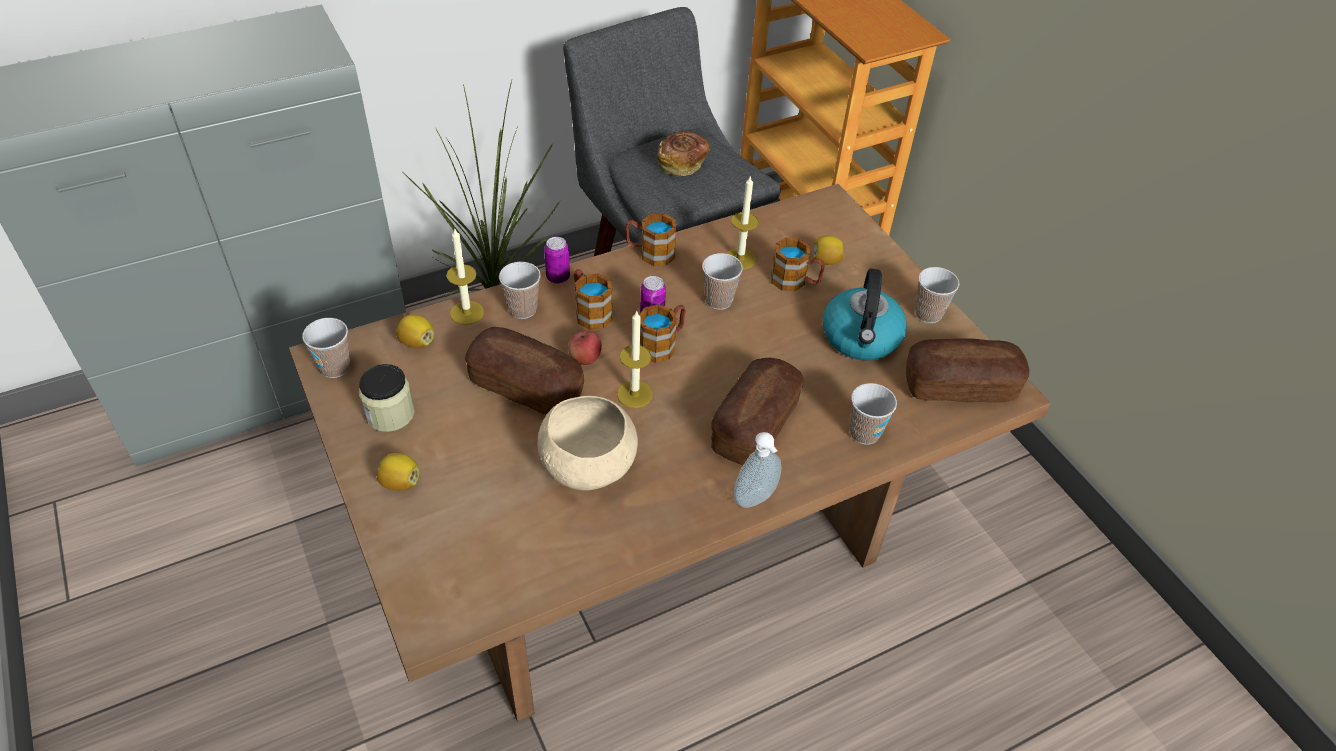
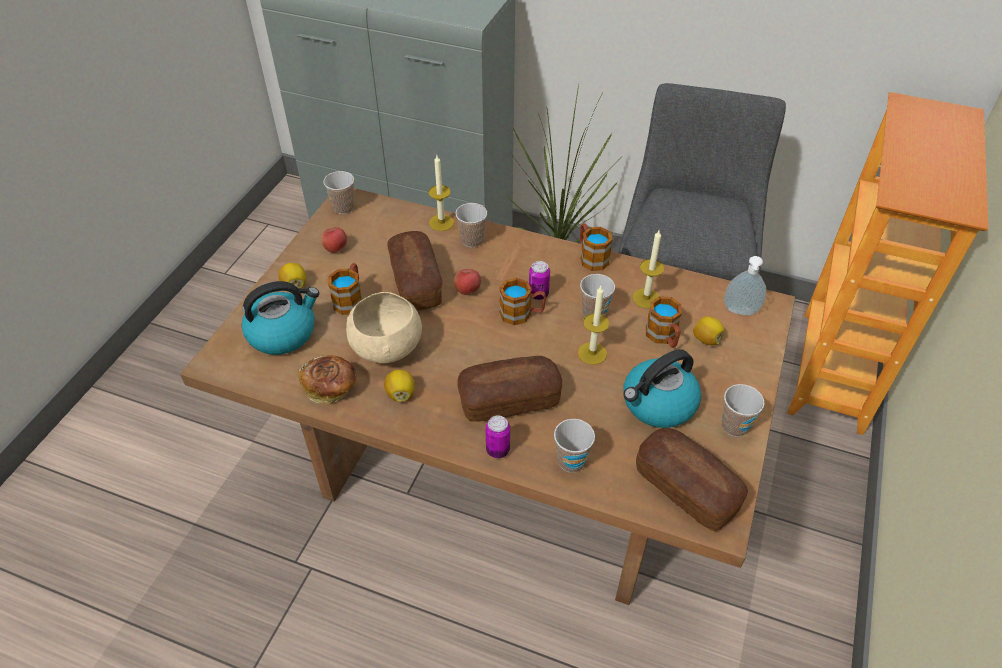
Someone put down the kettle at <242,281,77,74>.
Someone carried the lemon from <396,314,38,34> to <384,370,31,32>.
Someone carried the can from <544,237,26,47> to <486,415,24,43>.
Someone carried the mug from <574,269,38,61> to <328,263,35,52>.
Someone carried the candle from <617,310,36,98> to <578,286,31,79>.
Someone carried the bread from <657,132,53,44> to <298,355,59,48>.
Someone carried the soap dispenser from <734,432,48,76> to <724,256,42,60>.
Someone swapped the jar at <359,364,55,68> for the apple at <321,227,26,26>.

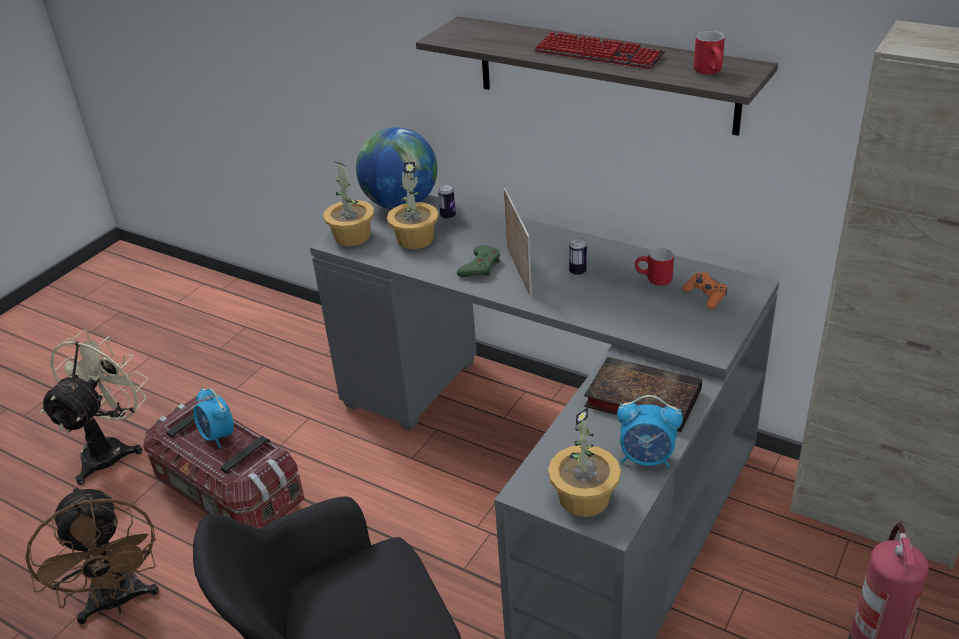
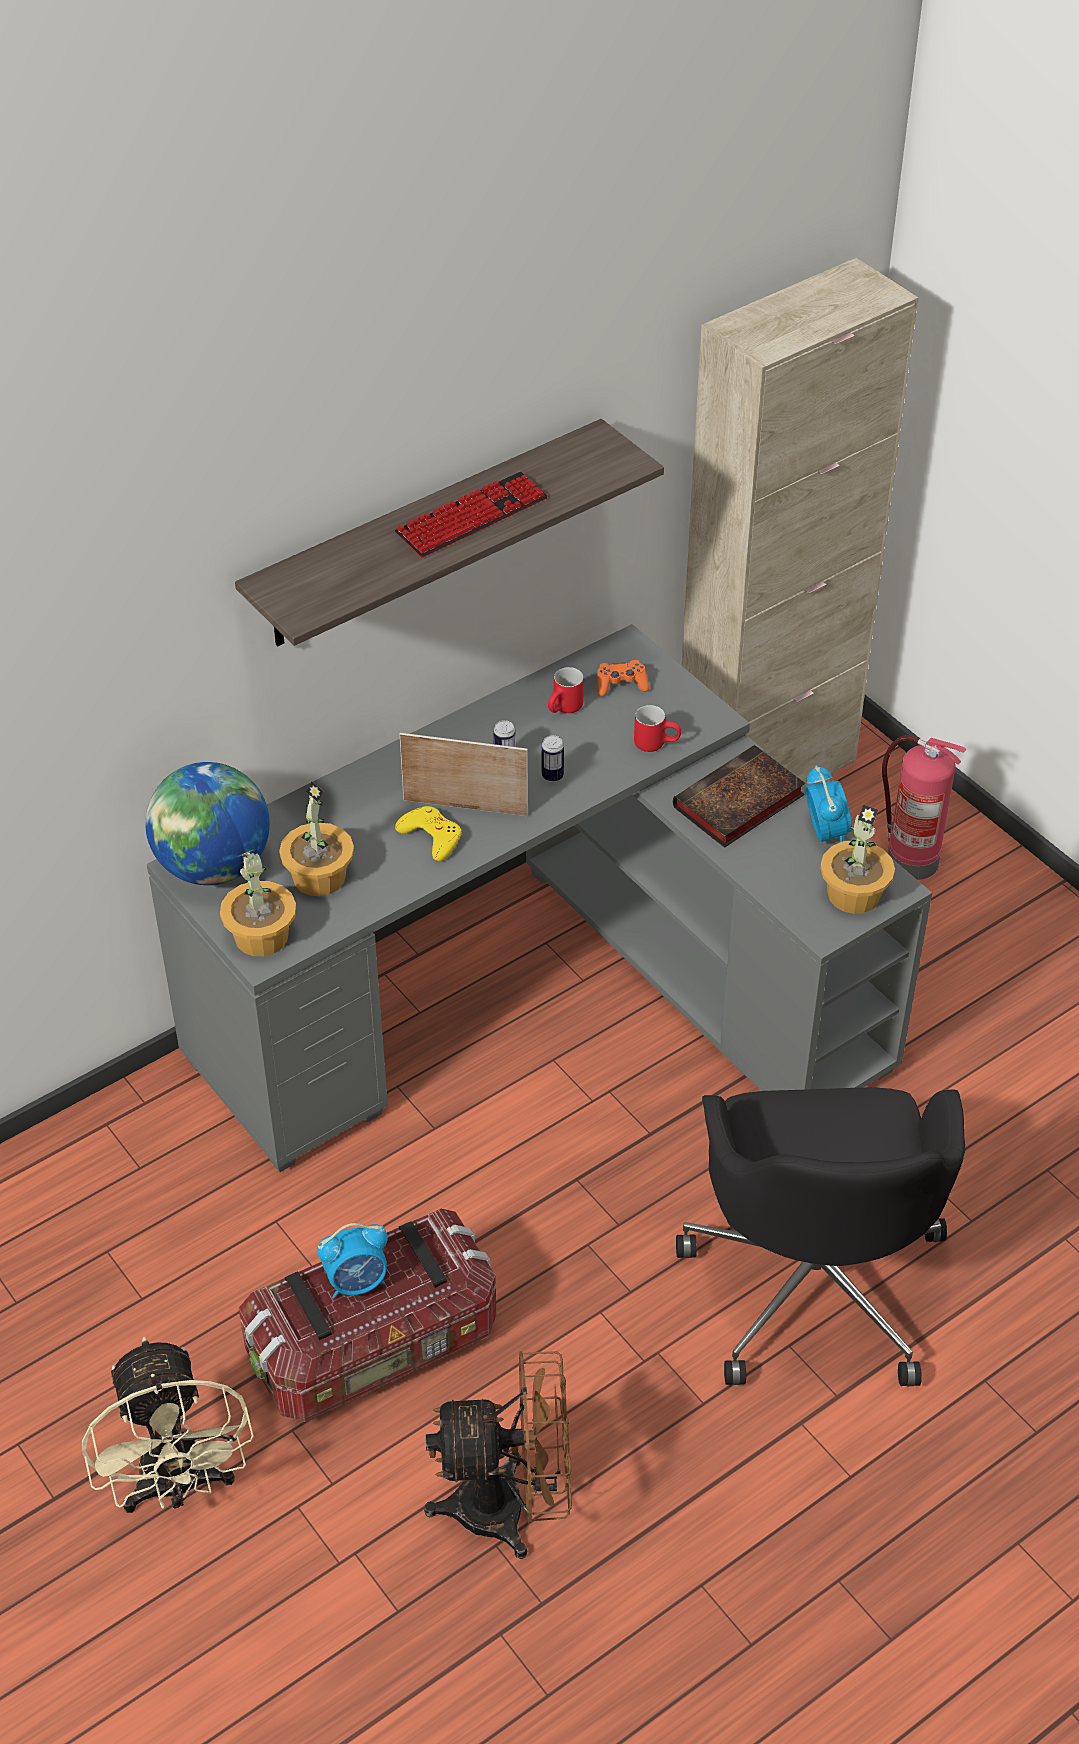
Someone carried the can from <438,185,18,35> to <542,735,22,47>.
Someone carried the red mug from <694,31,31,43> to <634,705,47,47>.
Someone repainted the green game controller at <457,245,43,32>, which became the yellow game controller at <395,806,66,56>.
Someone rotated the beige fan at <40,330,108,155> by 150 degrees counterclockwise.
Someone rotated the alarm clock at <617,395,66,73> by 45 degrees counterclockwise.

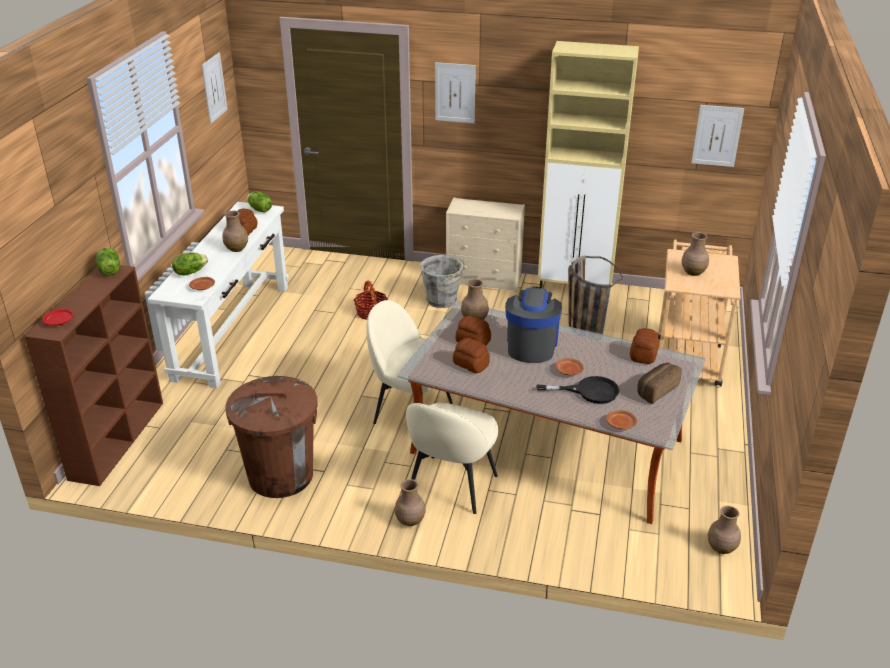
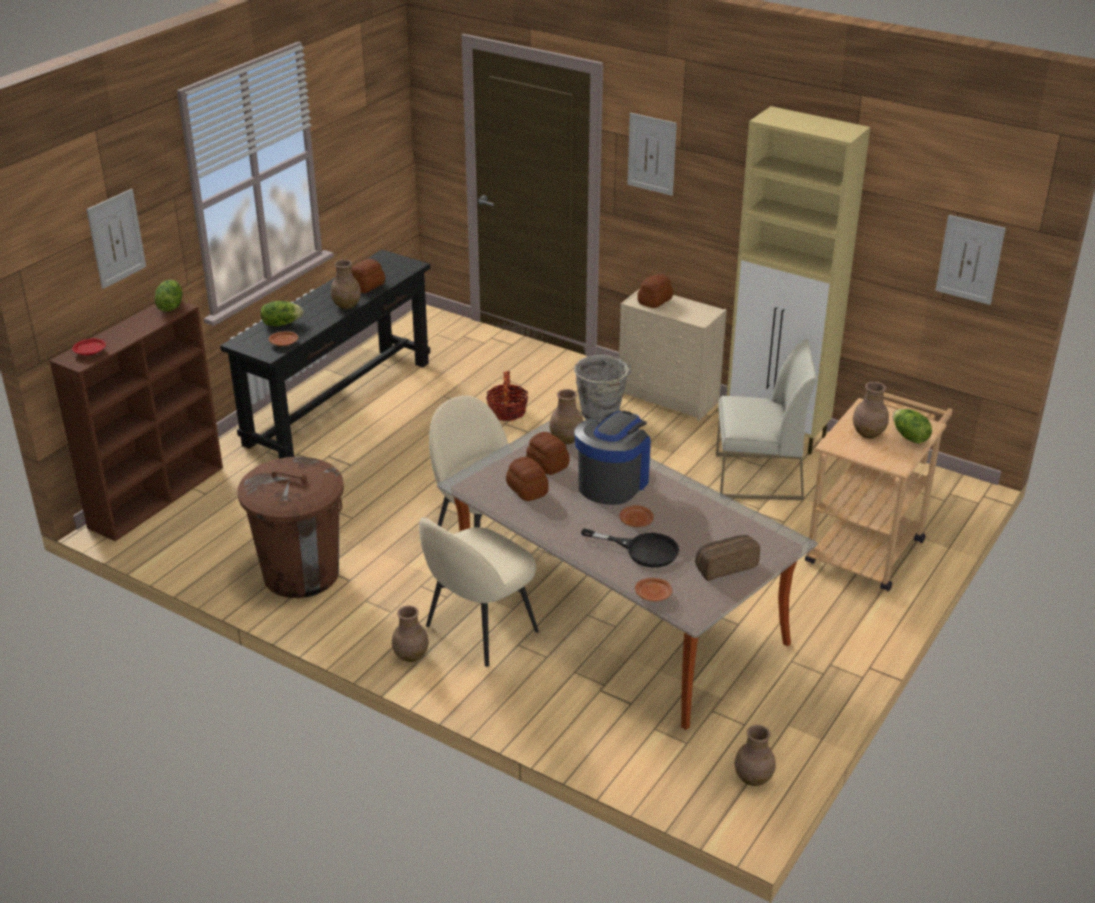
Someone carried the picture from <202,52,26,72> to <86,189,60,100>.
Someone carried the lettuce from <247,192,25,20> to <893,409,39,35>.
Someone carried the bread from <630,328,30,36> to <637,274,36,34>.
Someone swapped the basket at <568,255,55,79> for the white chair at <716,339,100,161>.
Someone repainted the white console table at <147,202,142,186>, which became the black console table at <220,250,210,209>.

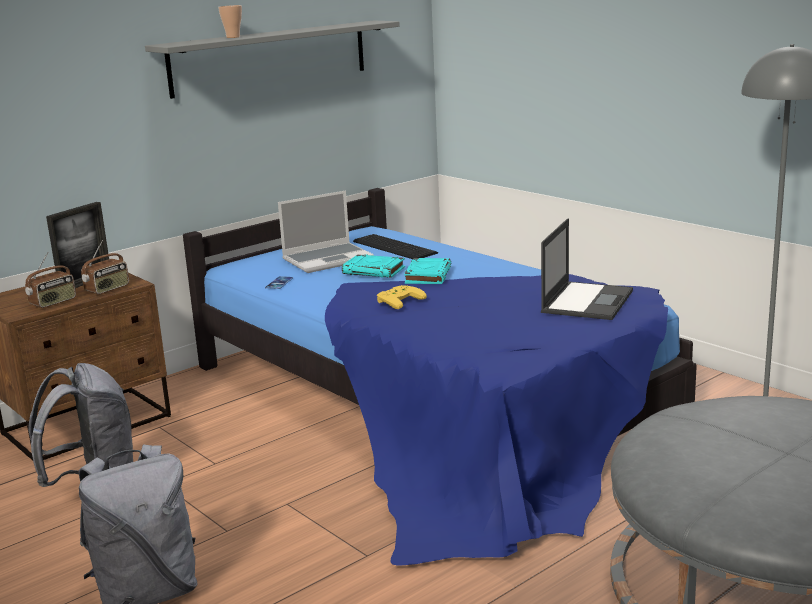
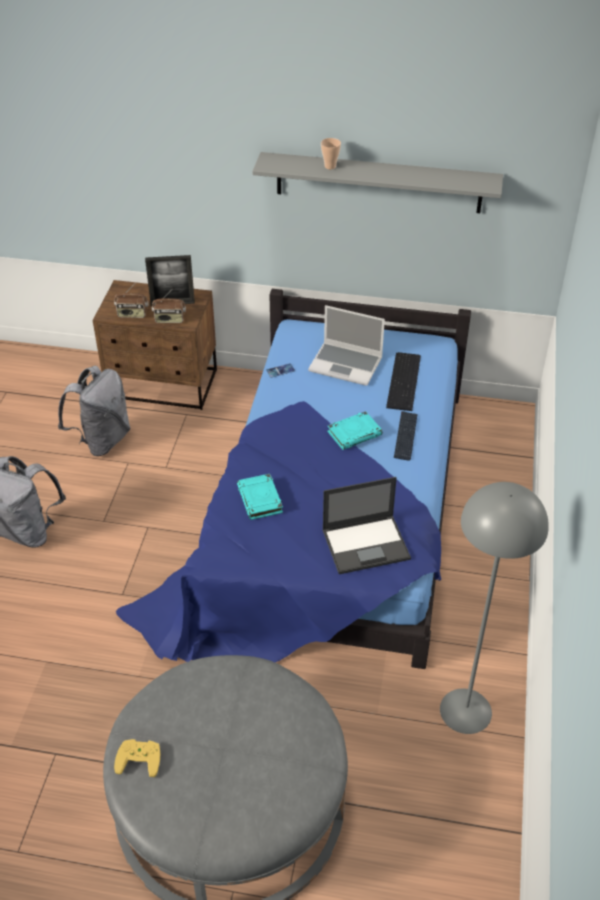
Someone put down the keyboard at <394,411,24,50>.
Someone carried the turquoise book from <342,254,63,24> to <237,474,46,46>.
Someone carried the yellow game controller from <377,285,50,24> to <114,739,46,38>.

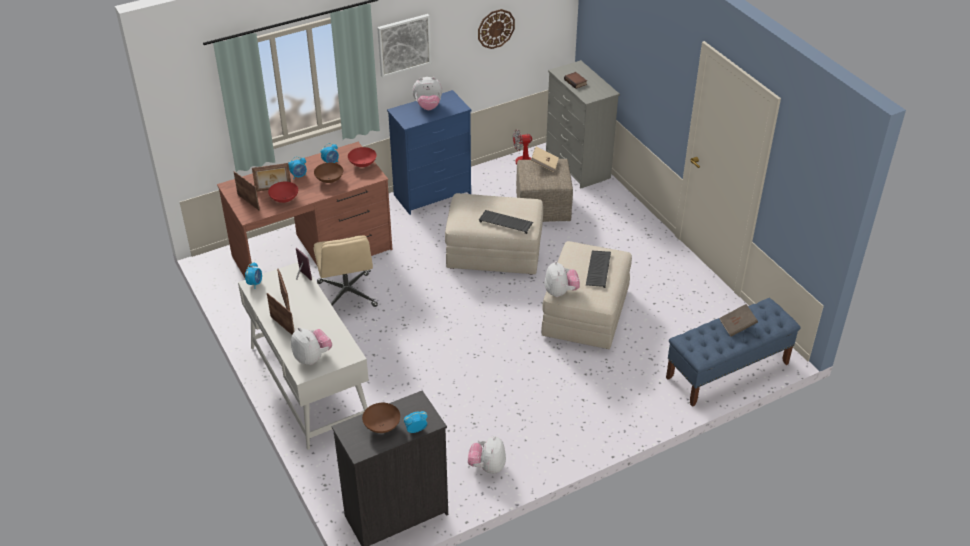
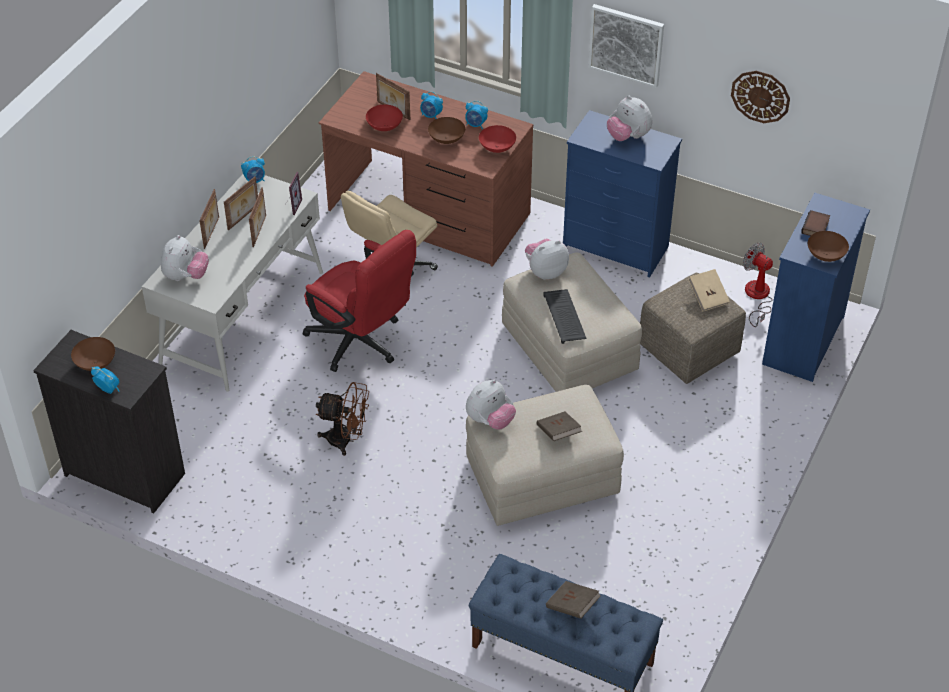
Someone put down the red office chair at <303,230,113,142>.
Someone put down the brown fan at <316,382,53,74>.
Someone put down the brown bowl at <808,231,41,31>.
Someone carried the picture frame from <233,171,27,40> to <249,187,17,60>.
Someone carried the plush toy from <468,436,38,38> to <525,238,44,41>.
Someone swapped the keyboard at <586,251,25,37> for the brown book at <537,411,45,30>.
Someone repainted the grey dresser at <546,60,74,128>, which became the blue dresser at <762,193,108,189>.

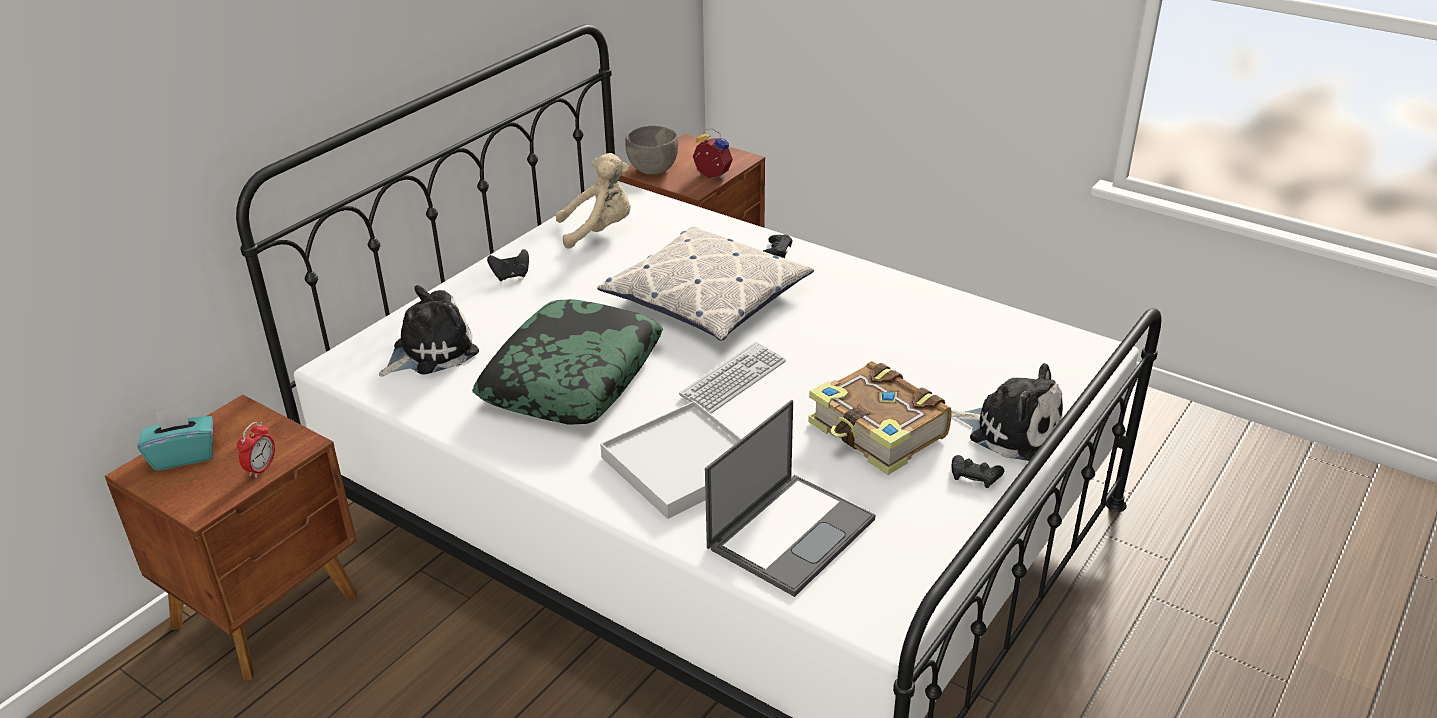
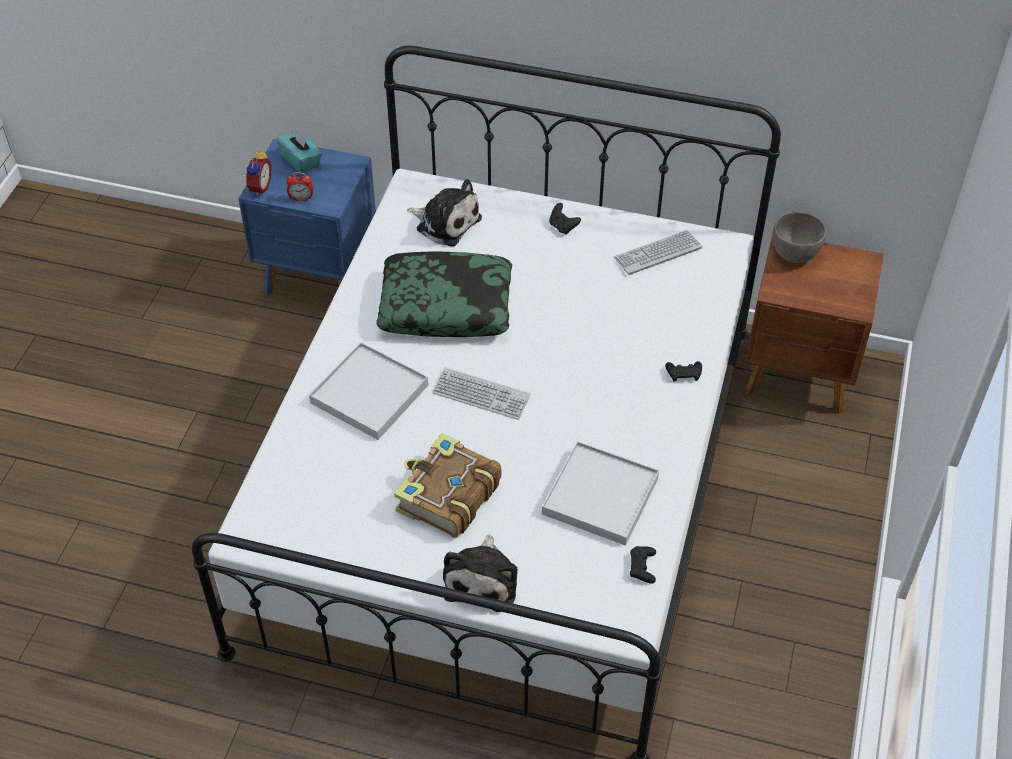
Someone took away the pillow at <597,226,217,115>.
Someone took away the laptop at <705,400,170,197>.
Someone put down the white tray at <542,441,117,105>.
Someone carried the alarm clock from <693,128,40,50> to <242,149,29,47>.
Someone carried the black game controller from <952,455,52,33> to <630,546,26,38>.
Someone swapped the beige plush toy at <556,153,75,96> for the keyboard at <614,230,88,45>.
Someone repainted the brown nightstand at <105,395,252,286>, which became the blue nightstand at <239,139,137,156>.

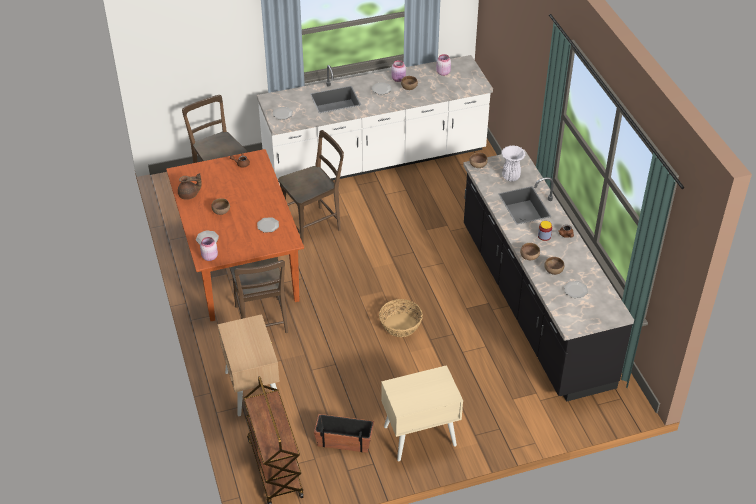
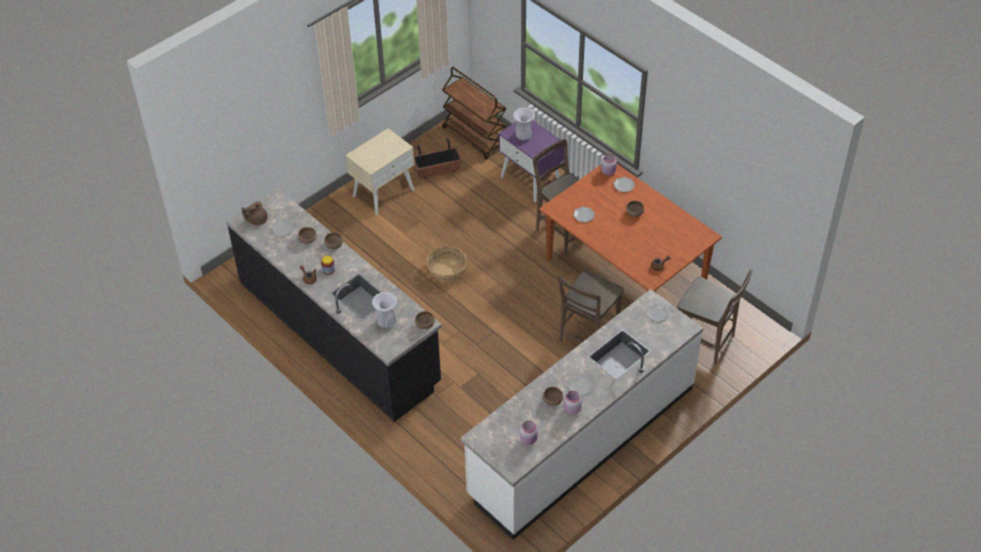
Someone put down the white vase at <513,108,22,32>.
Someone carried the brown teapot from <178,173,24,27> to <241,202,27,24>.
Someone repainted the beige nightstand at <218,314,62,102>, which became the purple nightstand at <498,120,66,82>.

